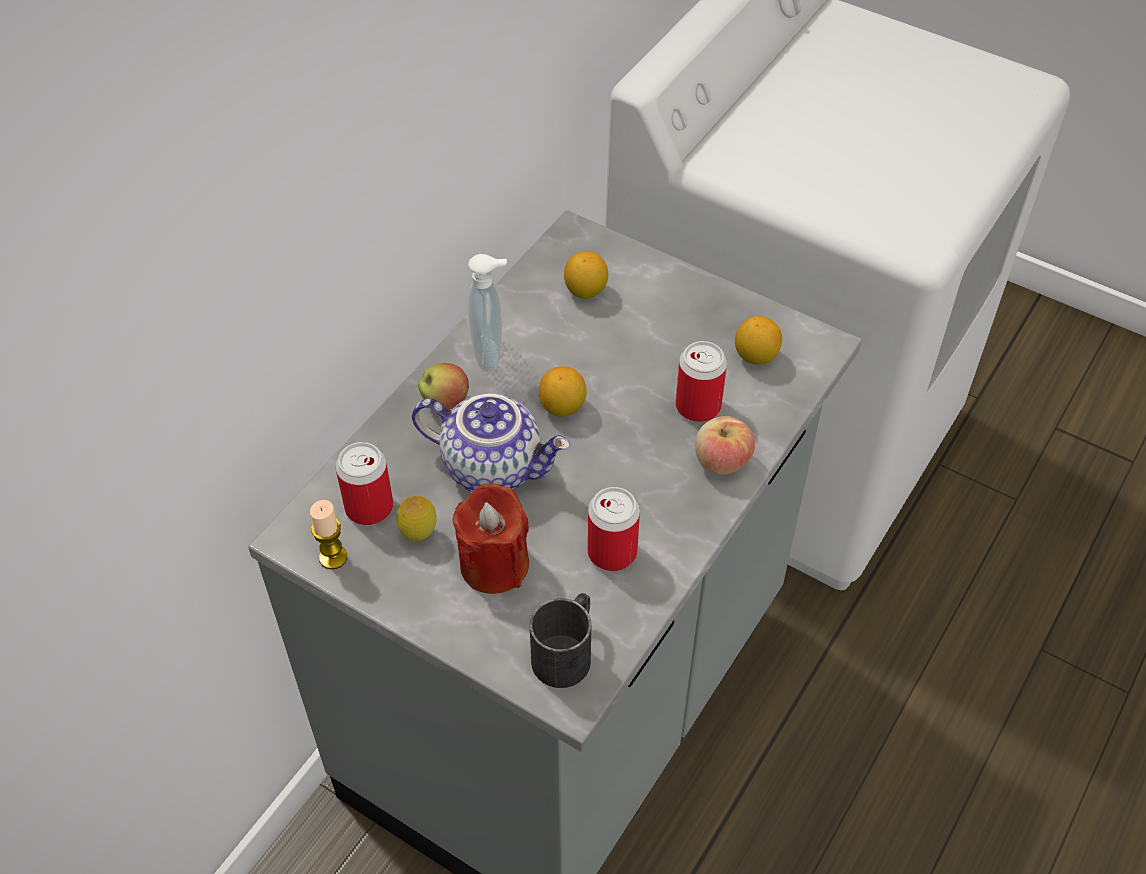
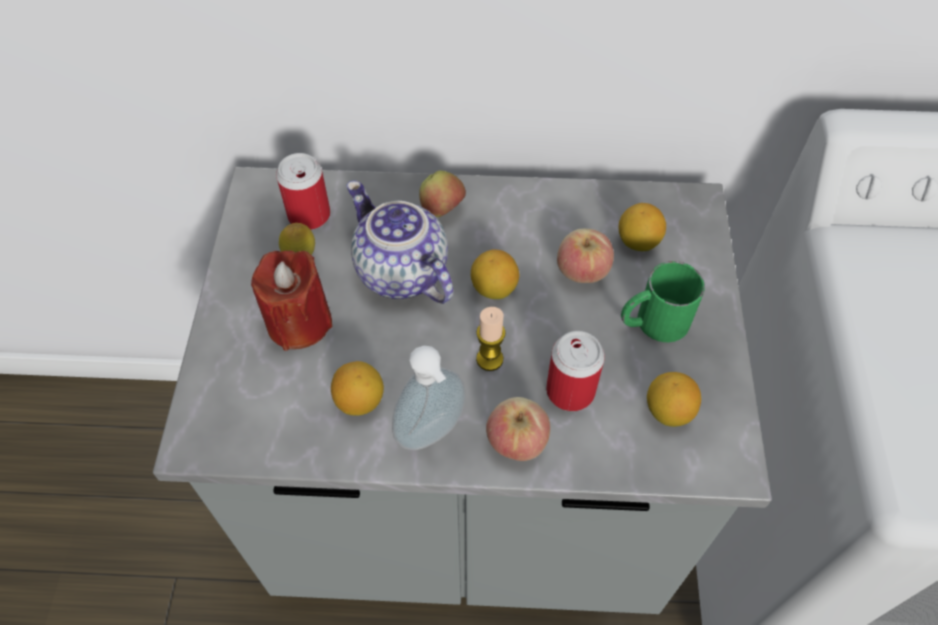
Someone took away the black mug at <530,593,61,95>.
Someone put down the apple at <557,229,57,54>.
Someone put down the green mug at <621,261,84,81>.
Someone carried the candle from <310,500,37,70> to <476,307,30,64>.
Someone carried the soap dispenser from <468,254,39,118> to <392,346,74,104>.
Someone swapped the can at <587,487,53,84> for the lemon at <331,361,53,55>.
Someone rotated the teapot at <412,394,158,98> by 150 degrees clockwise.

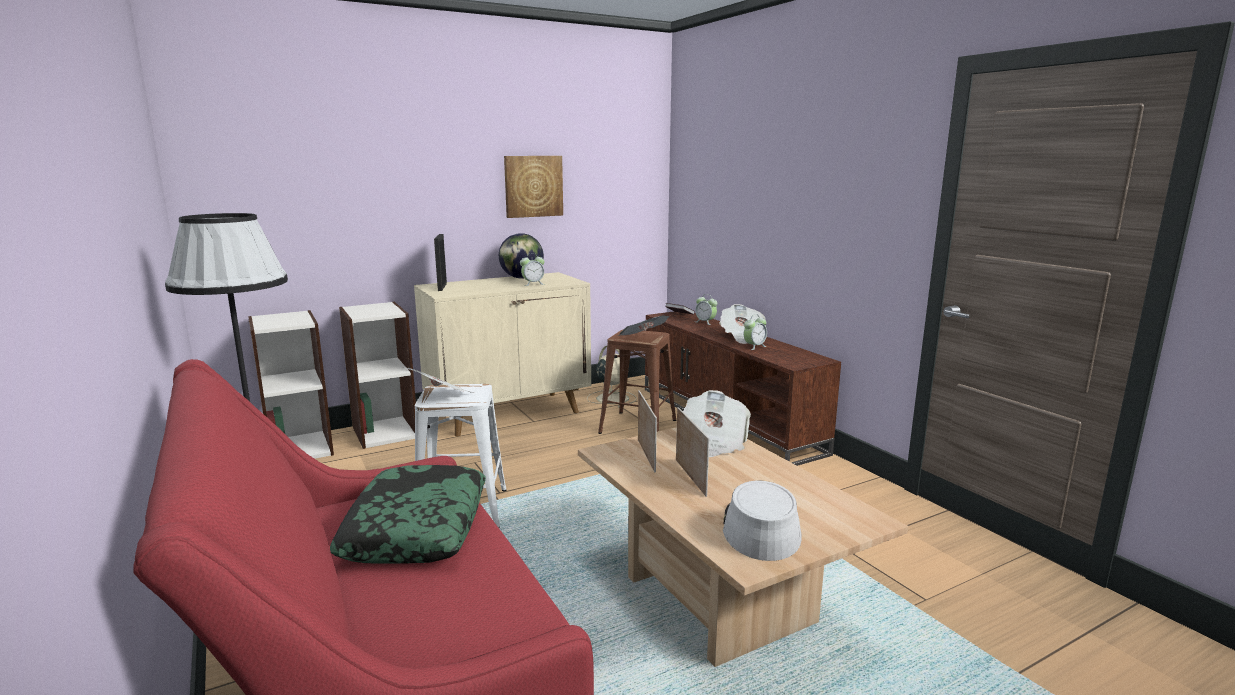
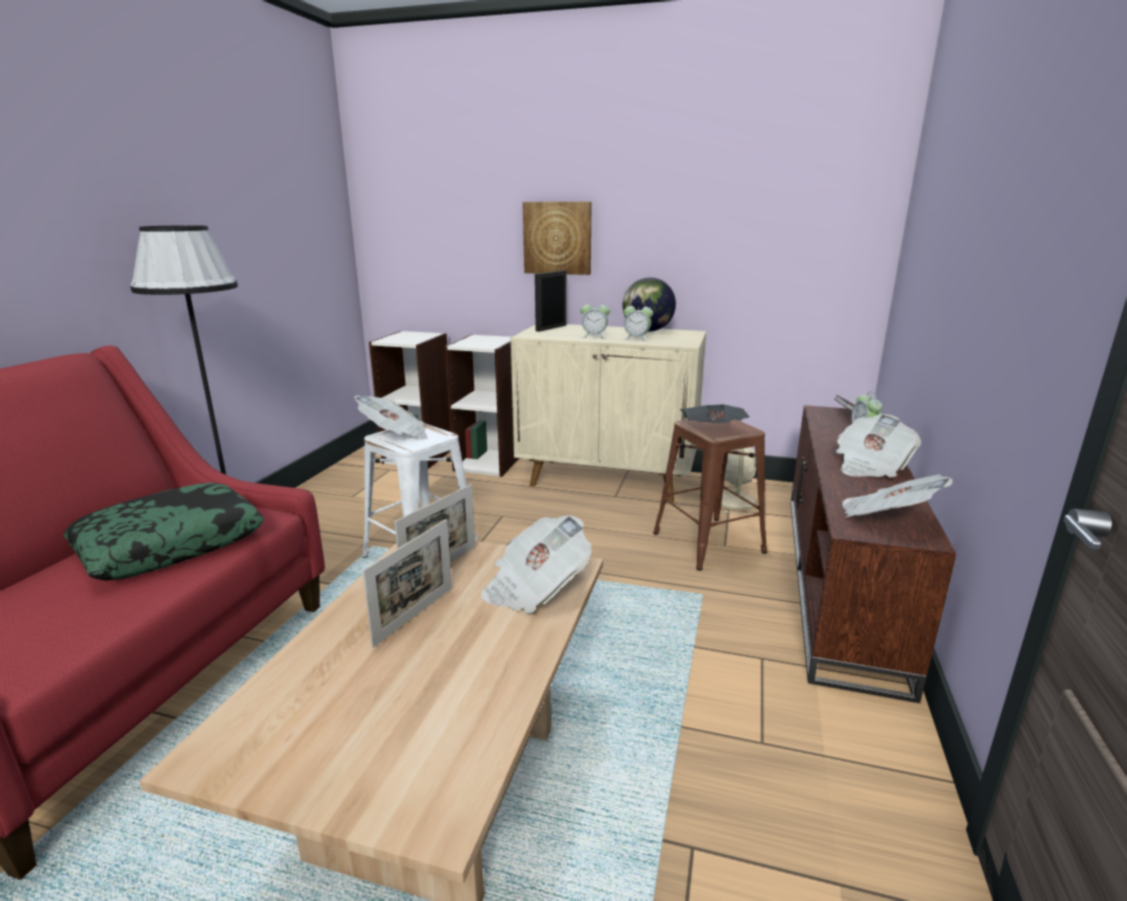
Someone took away the grey hat at <723,481,79,80>.
Someone put down the newspaper at <842,474,111,43>.
Someone carried the picture from <504,156,59,62> to <523,202,69,73>.
Someone carried the alarm clock from <744,314,23,36> to <580,300,30,39>.

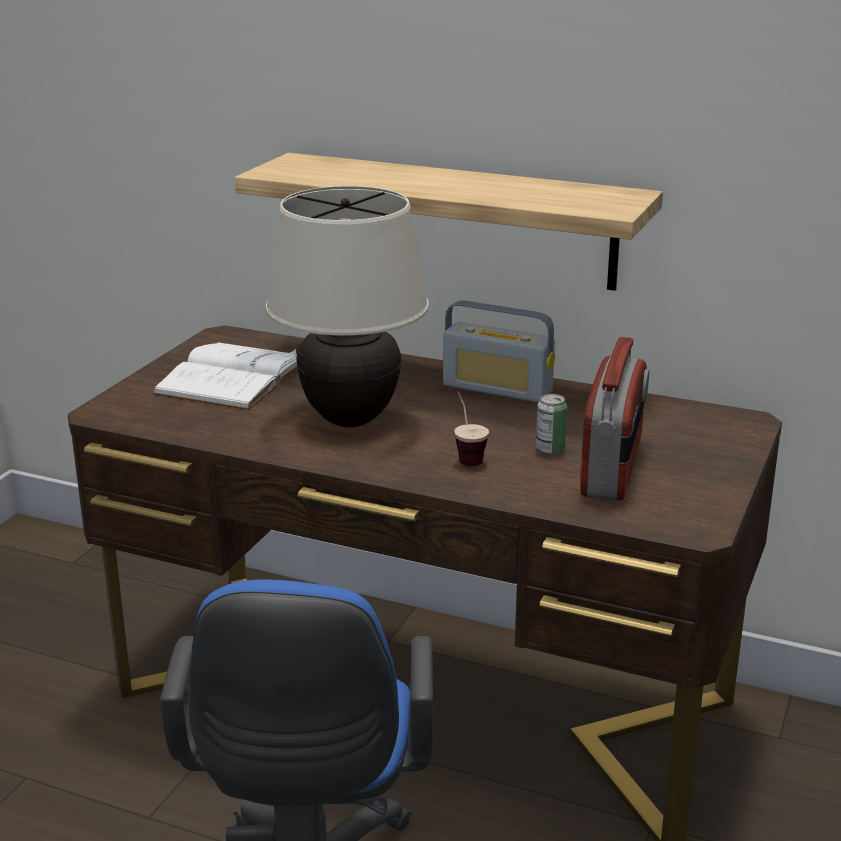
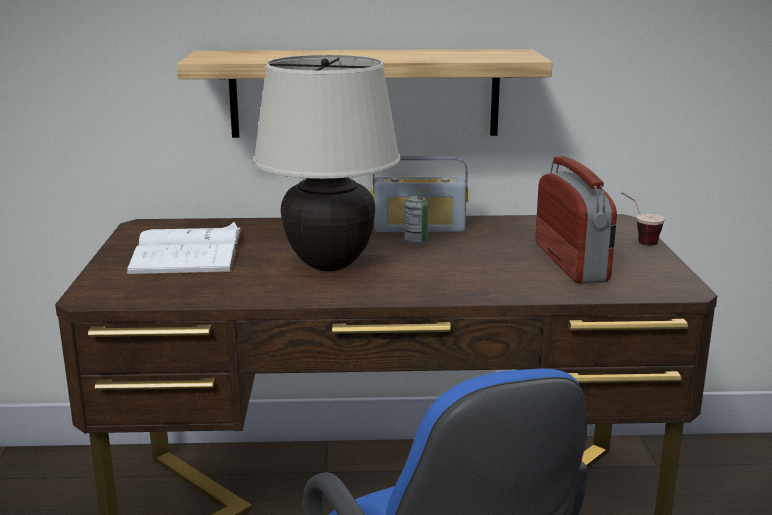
Someone carried the cup from <454,392,35,74> to <622,192,43,53>.
Someone carried the can from <536,394,31,61> to <404,195,24,49>.

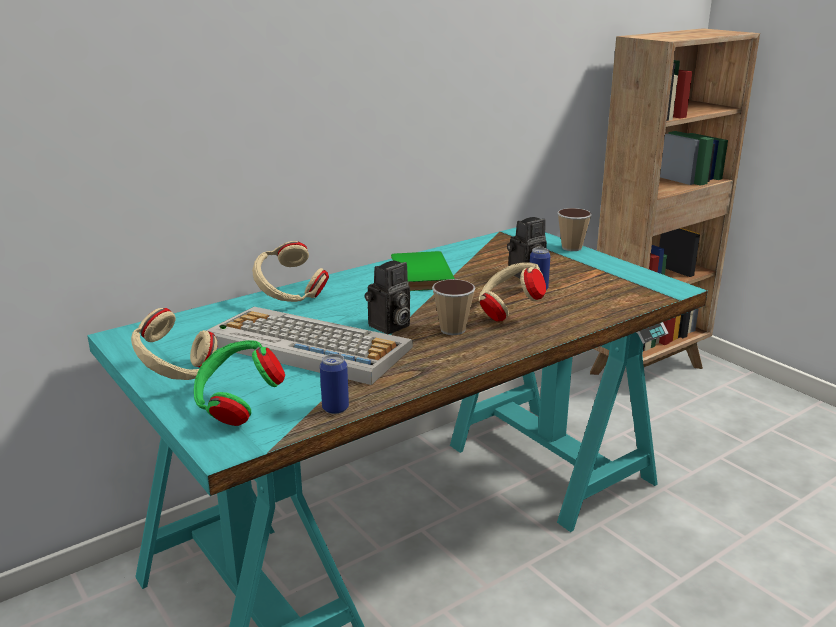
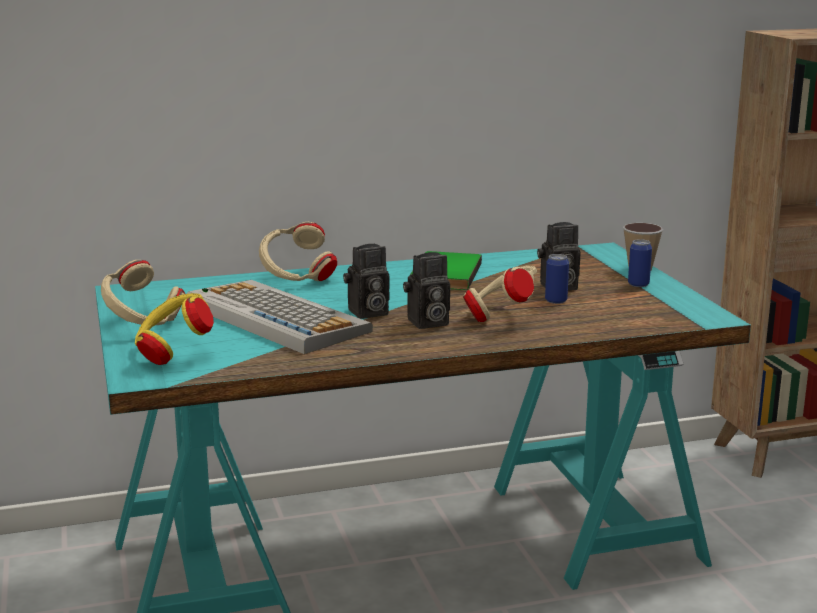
Someone carried the can from <320,354,29,60> to <628,239,24,48>.
Someone swapped the cup at <432,279,44,56> for the photo camera at <403,252,47,77>.
Someone repainted the green headphones at <194,340,91,86>, which became the yellow headphones at <135,293,79,72>.

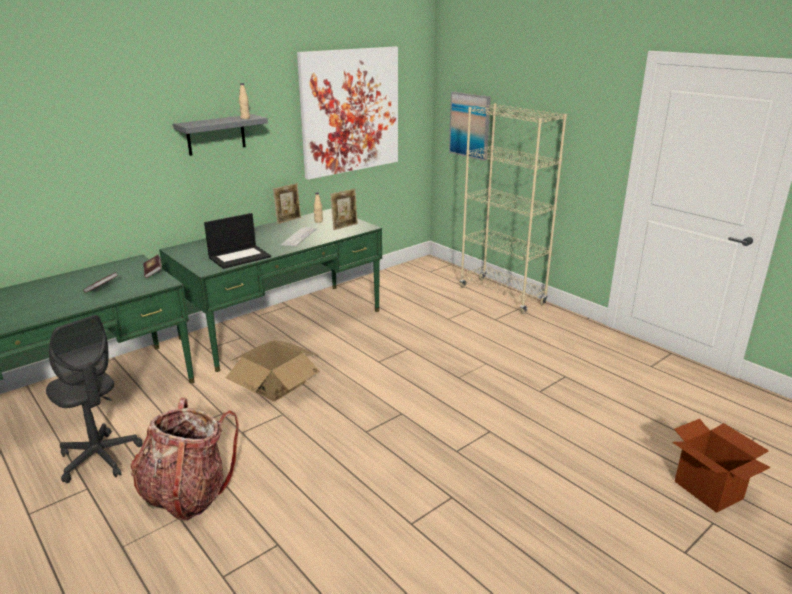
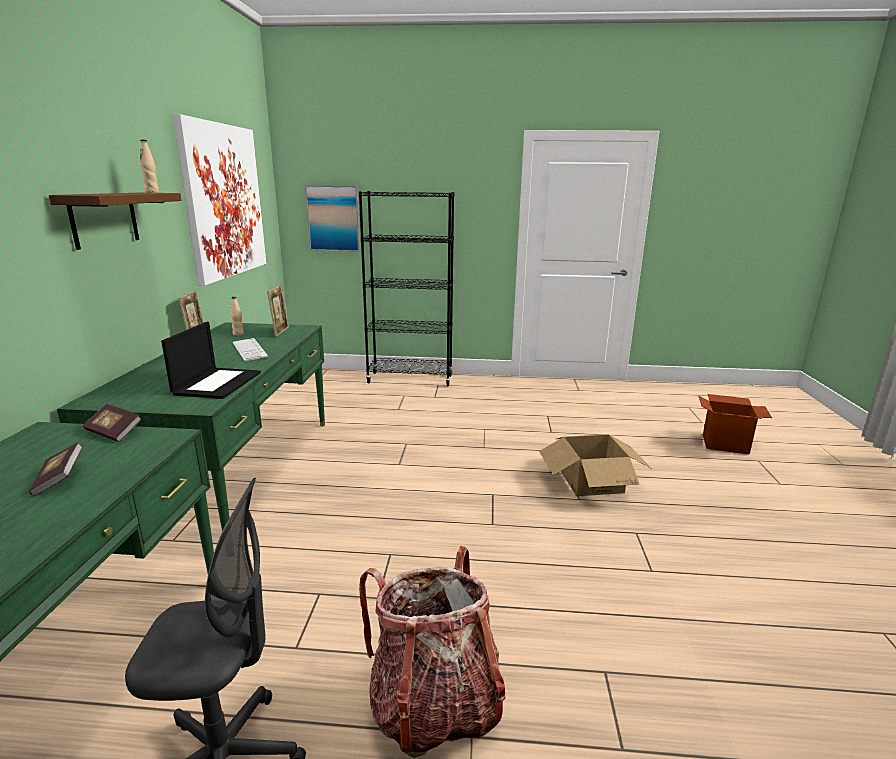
Someone carried the cardboard box from <226,340,94,61> to <539,434,113,62>.
Someone repainted the grey shelf at <173,114,95,42>, which became the brown shelf at <49,193,133,57>.
Someone repainted the beige bookcase at <460,103,107,211>, which became the black bookcase at <359,191,95,196>.

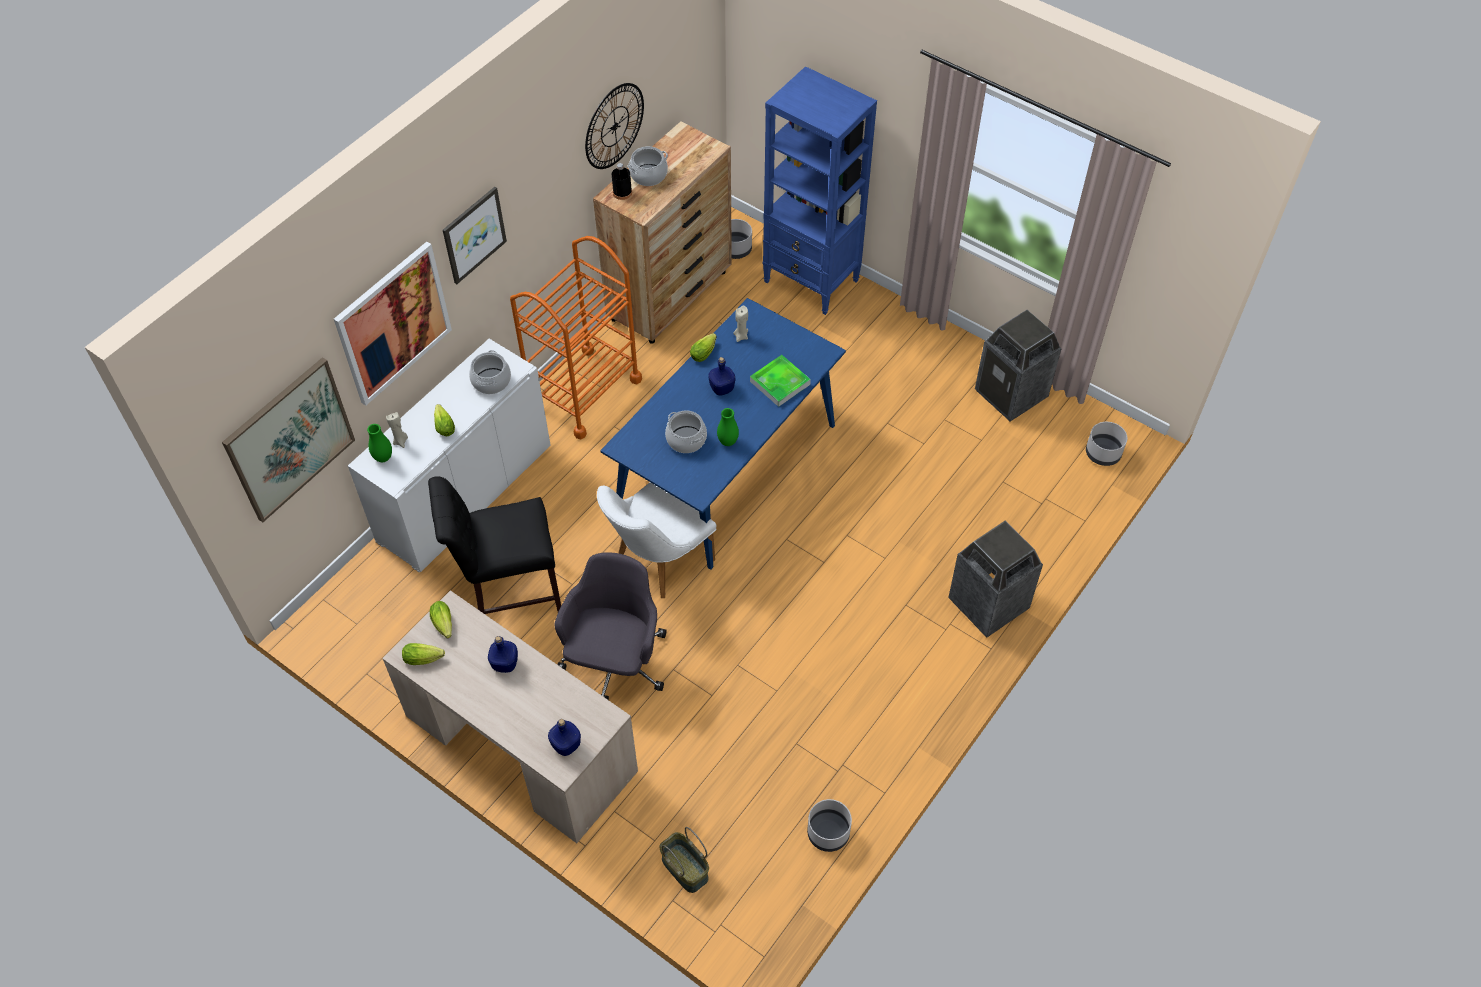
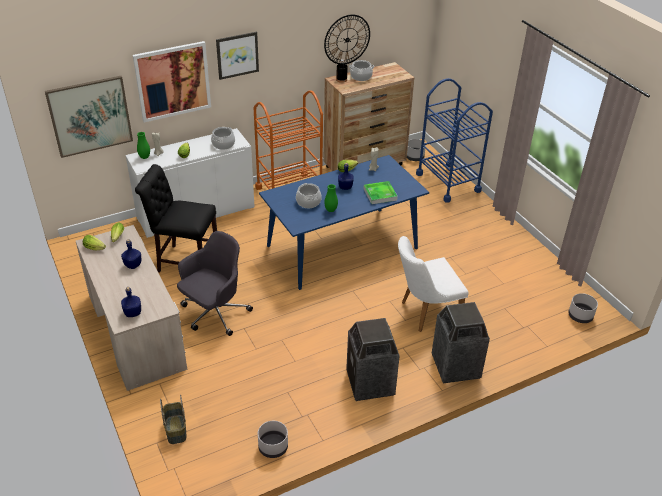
Someone carried the white chair from <597,482,120,116> to <398,236,71,96>.
Someone carried the trash can from <975,310,86,112> to <346,318,54,83>.
Someone swapped the blue bookcase at <763,66,114,249> for the blue cart at <416,78,77,125>.

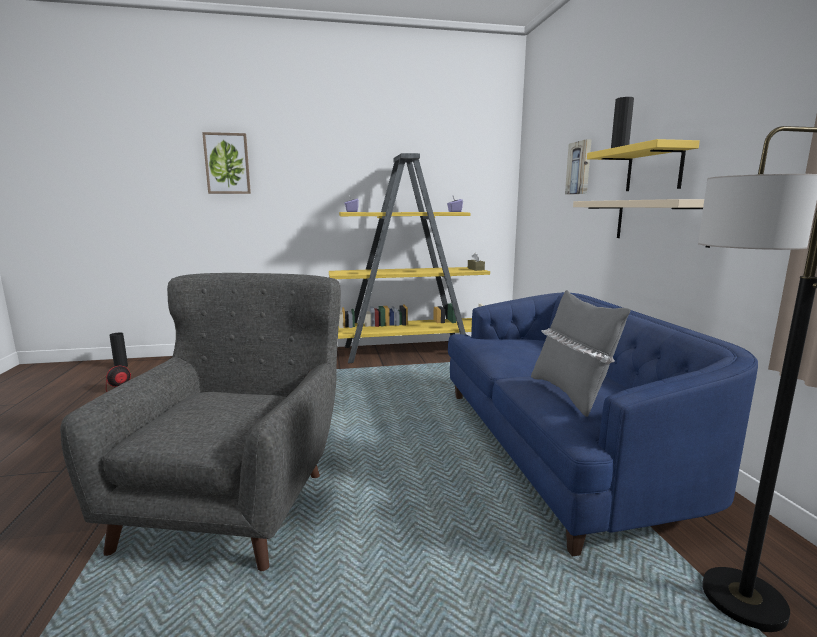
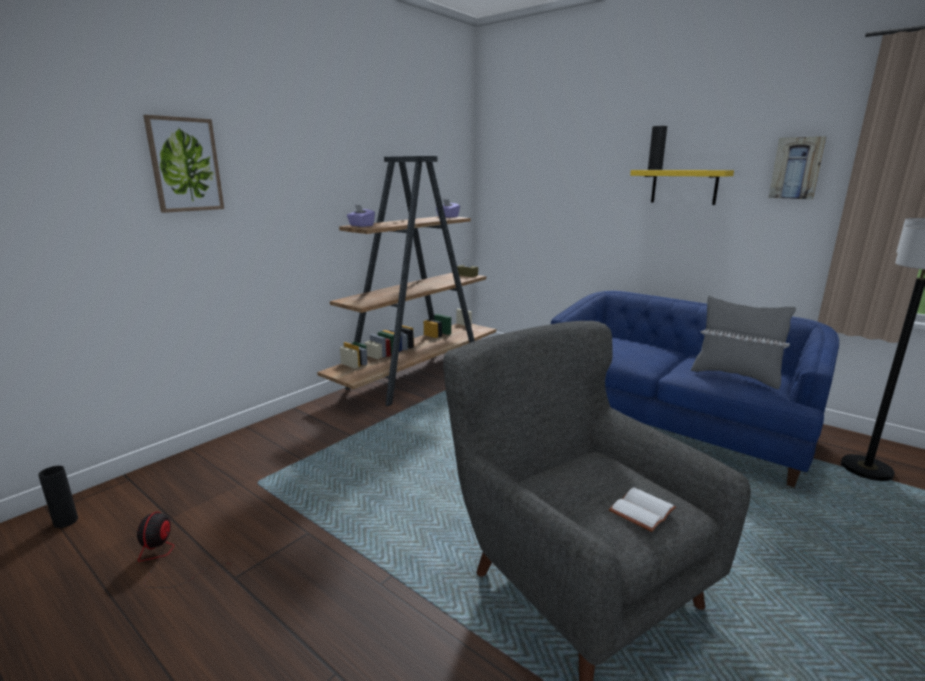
Someone took away the beige shelf at <573,199,137,49>.
Someone put down the white book at <609,487,67,45>.
Someone carried the picture from <565,139,27,56> to <768,136,58,63>.
Someone repainted the yellow bookcase at <329,153,161,211>, which became the brown bookcase at <317,156,179,250>.

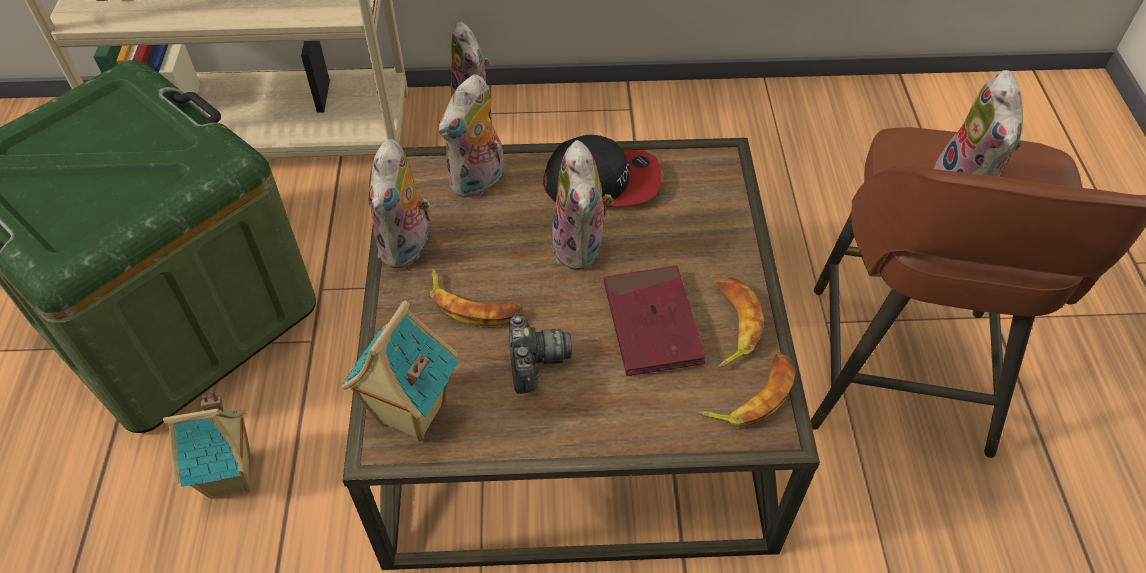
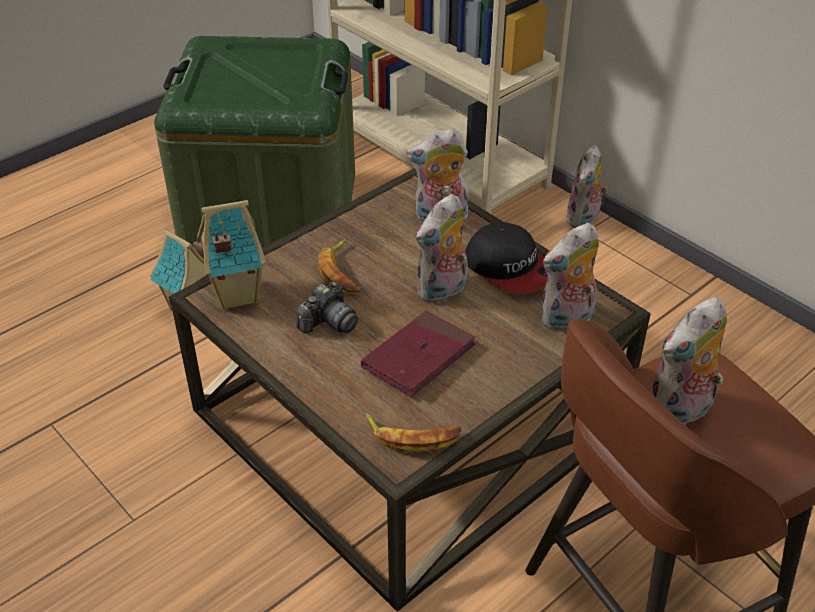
Someone took away the banana at <713,277,50,91>.
Someone carried the plush toy from <368,139,63,129> to <541,223,58,108>.

